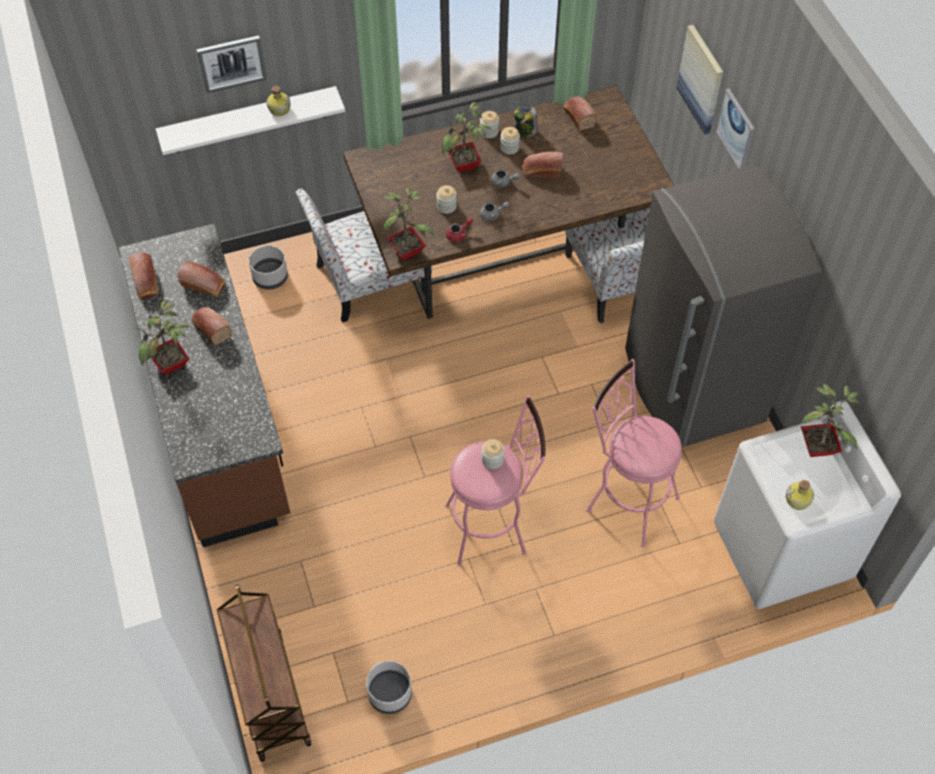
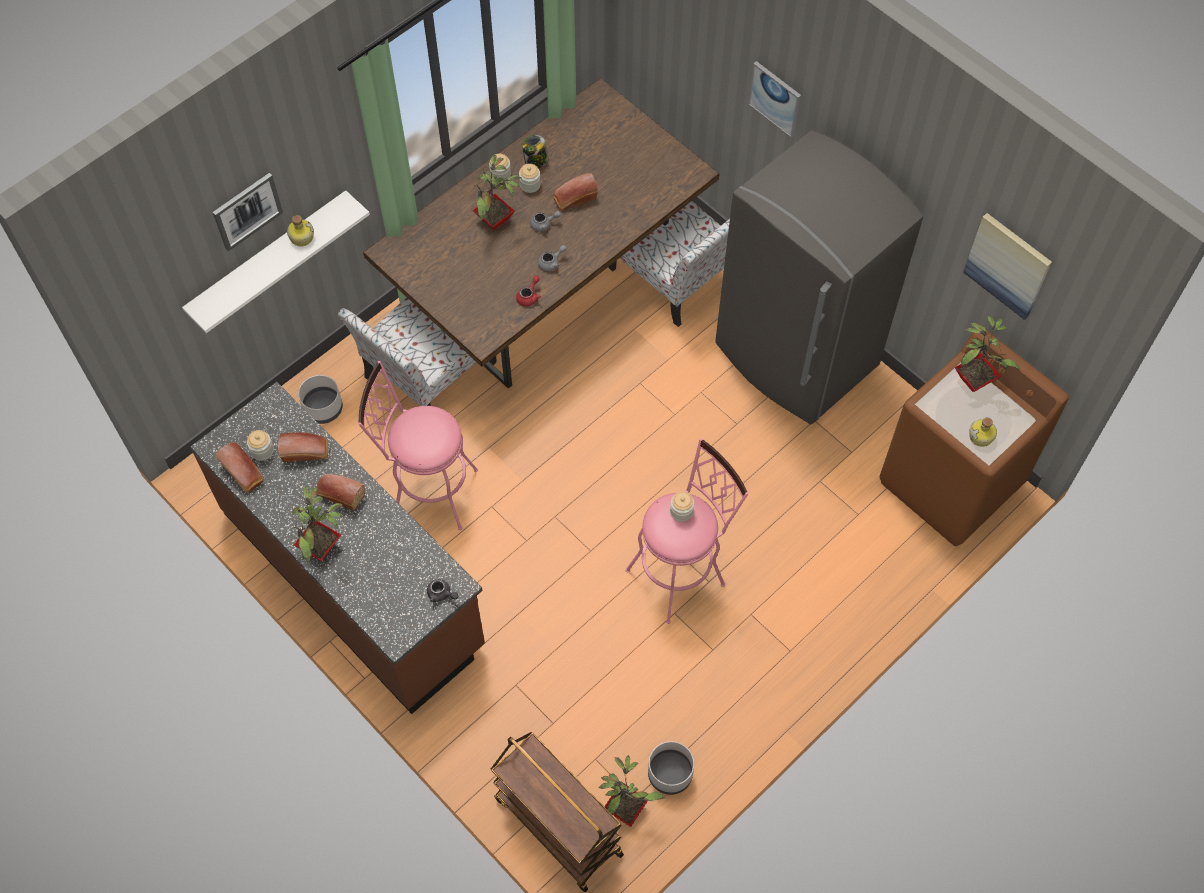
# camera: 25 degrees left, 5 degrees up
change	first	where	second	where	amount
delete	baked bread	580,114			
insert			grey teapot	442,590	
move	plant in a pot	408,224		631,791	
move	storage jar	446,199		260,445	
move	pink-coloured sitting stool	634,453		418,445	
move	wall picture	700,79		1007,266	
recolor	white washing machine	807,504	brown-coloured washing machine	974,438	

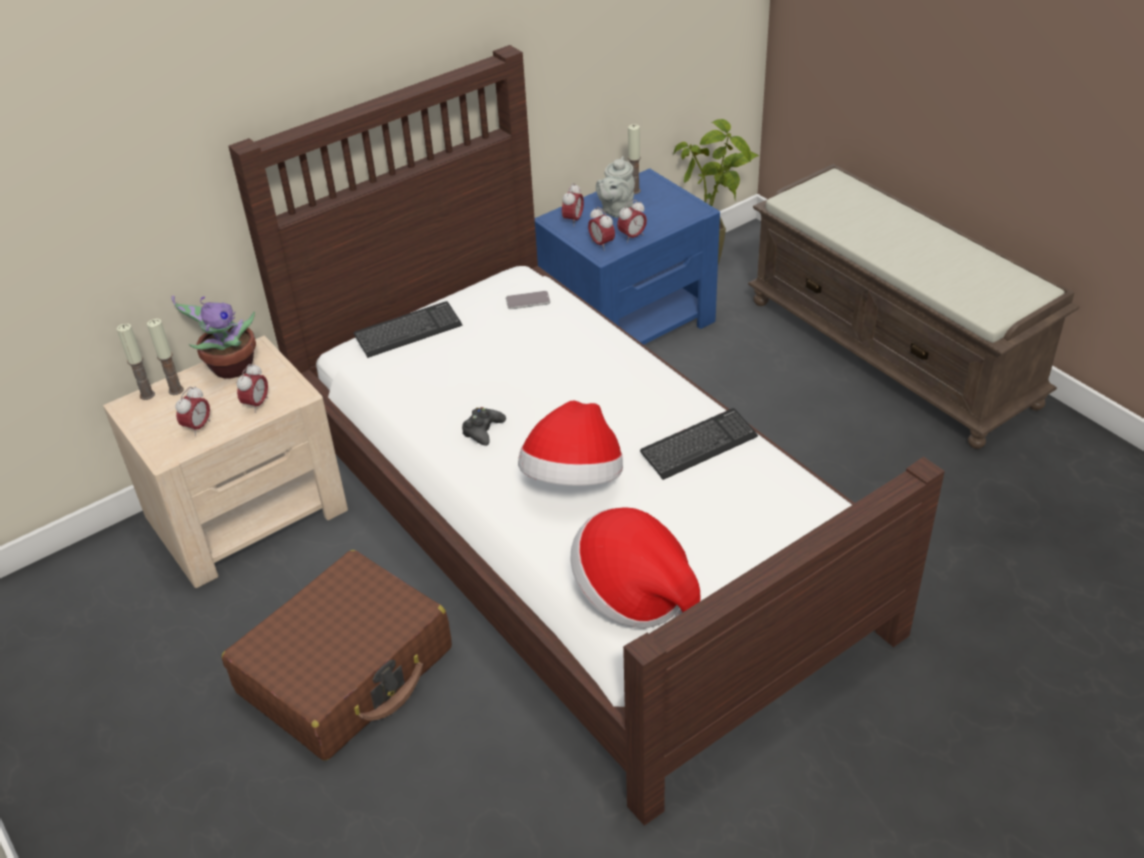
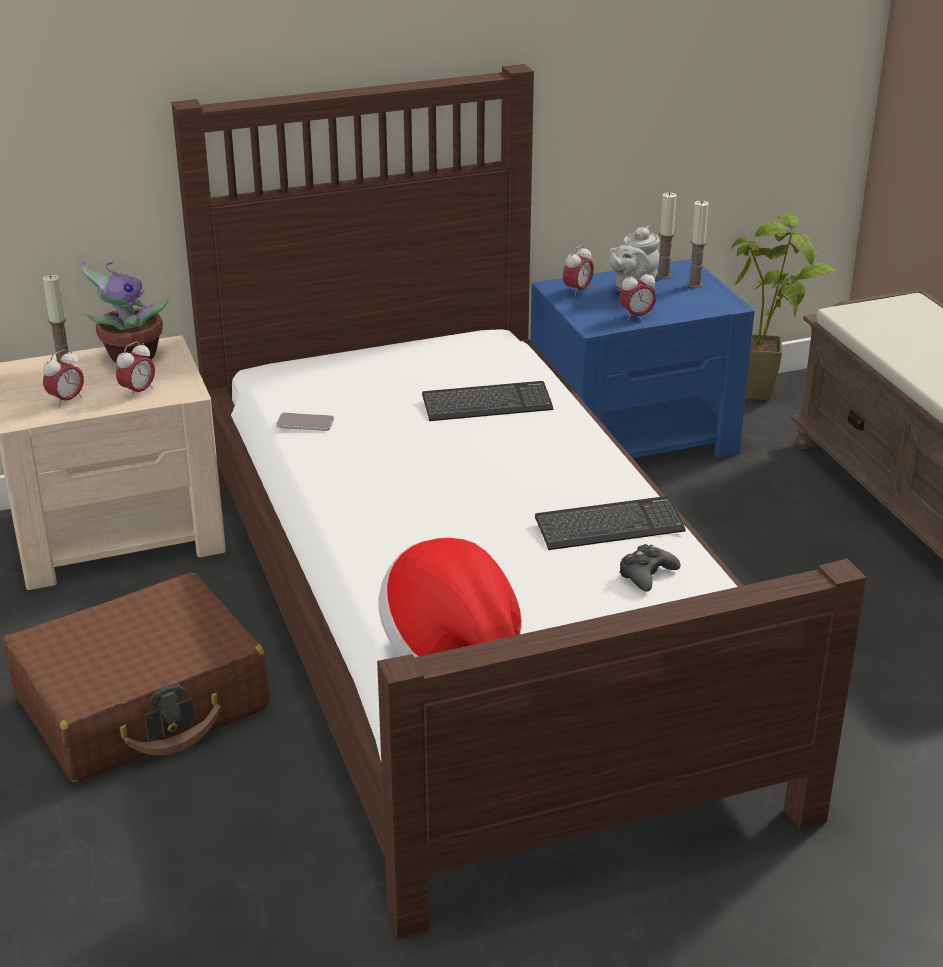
# camera: 15 degrees right, 10 degrees down
change	first	where	second	where	amount
delete	wearable hat	570,443			
delete	table clock	601,229			
move	candle	136,361		698,244	
move	computer keyboard	408,329		487,401	
move	black joypad	484,426		649,568	
move	phone	528,300		305,422	

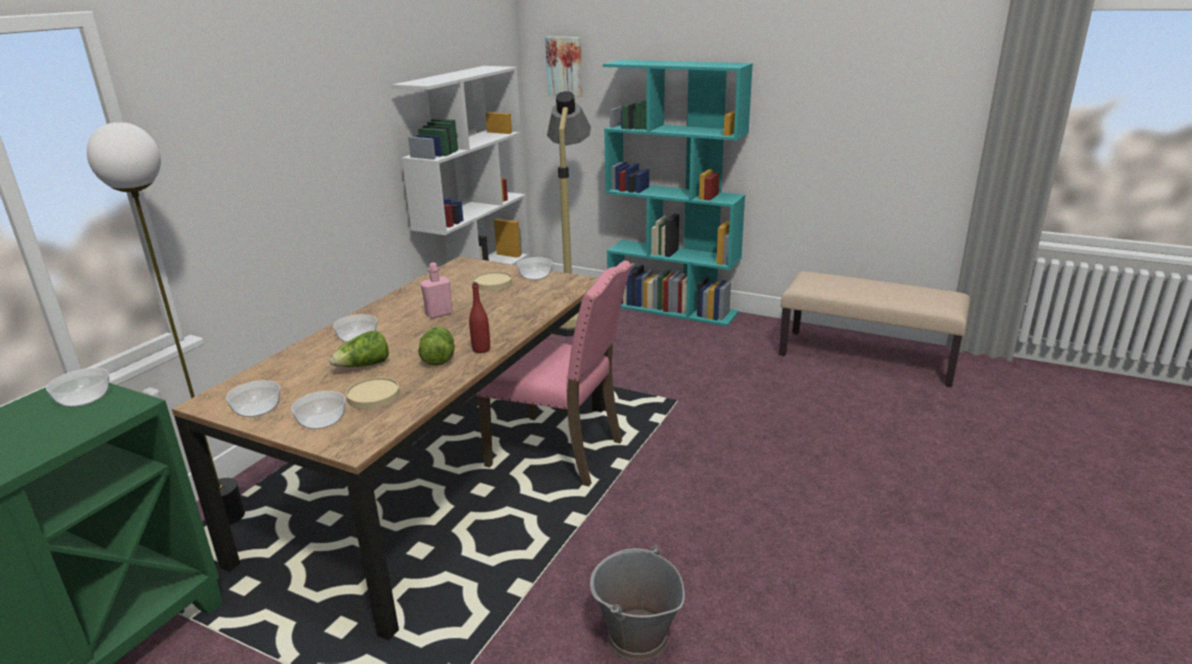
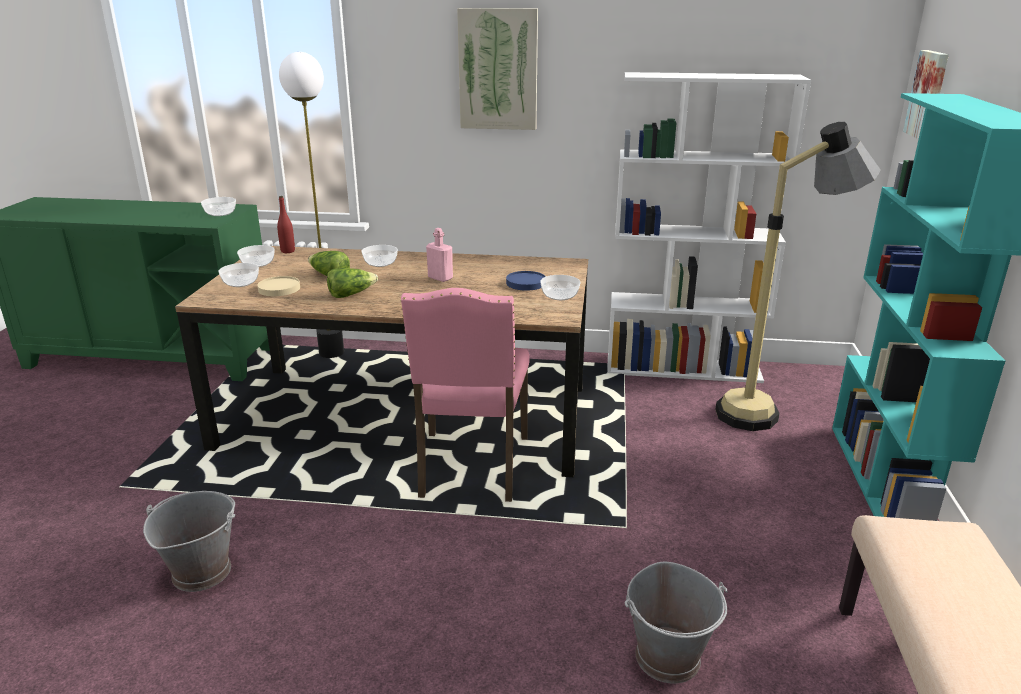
# camera: 70 degrees right, 0 degrees up
change	first	where	second	where	amount
insert			wall picture	497,69	
insert			grey water bucket	676,622	
move	red drink bottle	479,317		286,224	
recolor	beige-coloured plate	493,281	blue-coloured plate	526,281	

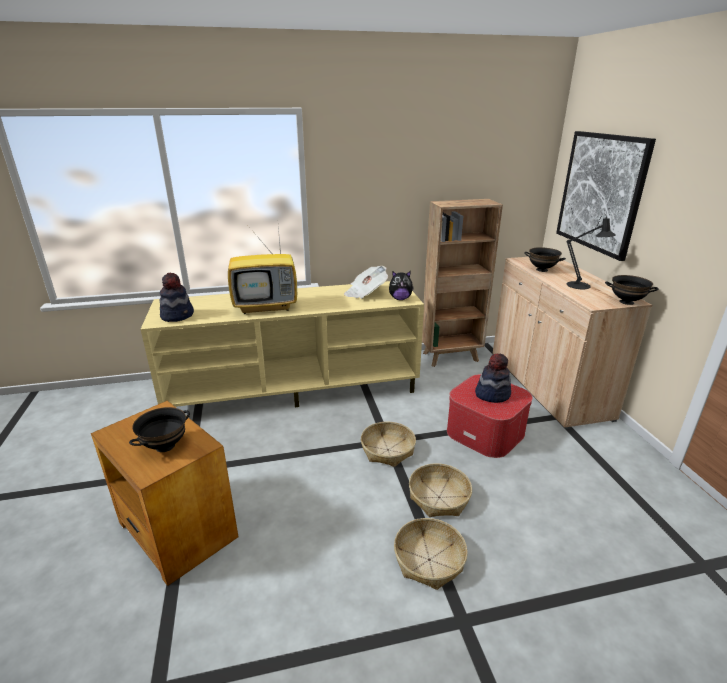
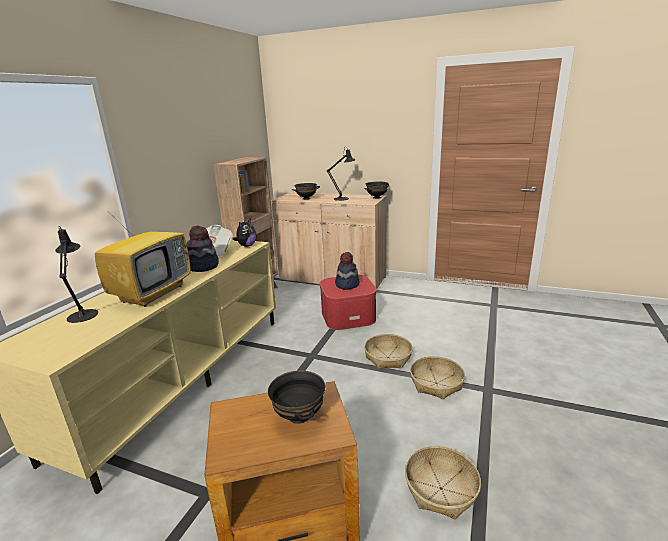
# camera: 55 degrees left, 5 degrees down
change	first	where	second	where	amount
delete	wall picture	606,196			
insert			black tabletop lamp	76,274	
move	wearable hat	177,297		203,248	
move	basket	388,444		443,482	

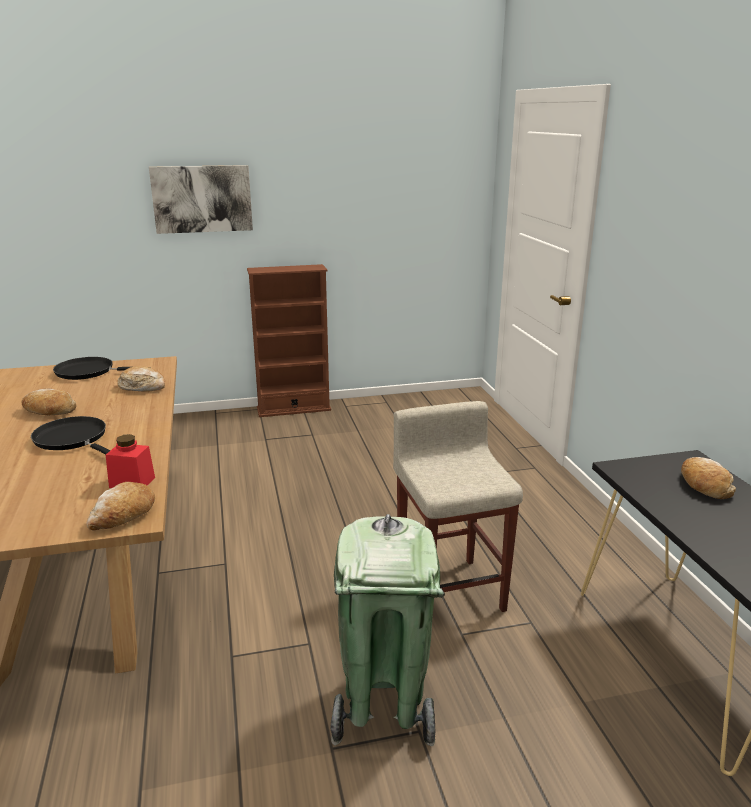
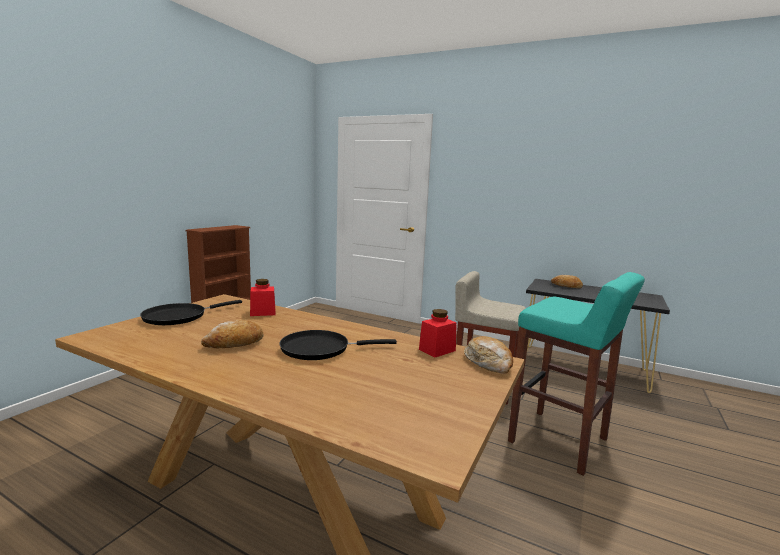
# camera: 50 degrees left, 10 degrees down
change	first	where	second	where	amount
delete	wall picture	201,199			
replace	baked bread	141,378	red storage jar	262,297	
replace	green-coloured rubbish bin	387,630	turquoise-coloured sitting stool	576,374	

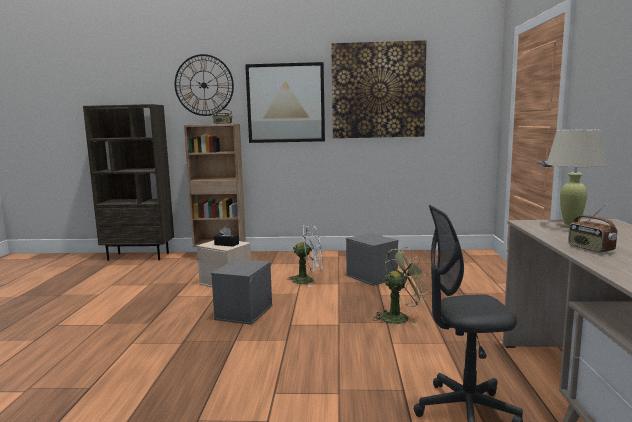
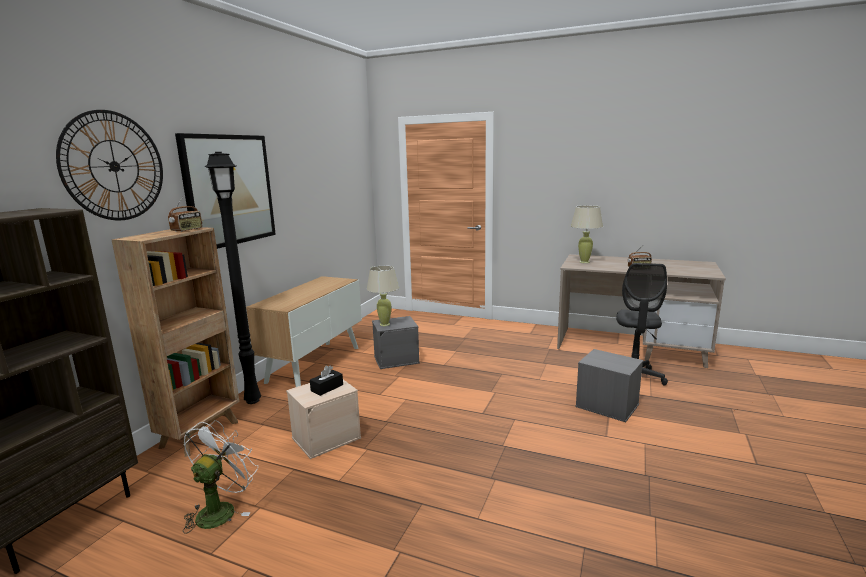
# camera: 70 degrees left, 5 degrees up
change	first	where	second	where	amount
delete	wall picture	378,89			
delete	green-coloured fan	401,286			
insert			black floor lamp	233,278	
insert			storage cabinet	304,331	
insert			beige-coloured tabletop lamp	383,295	
move	grey storage bin	241,292		609,385	
move	white fan	305,255		220,477	

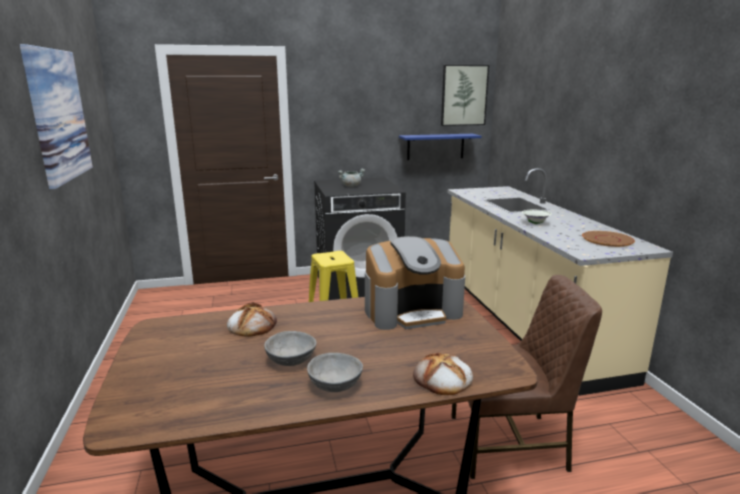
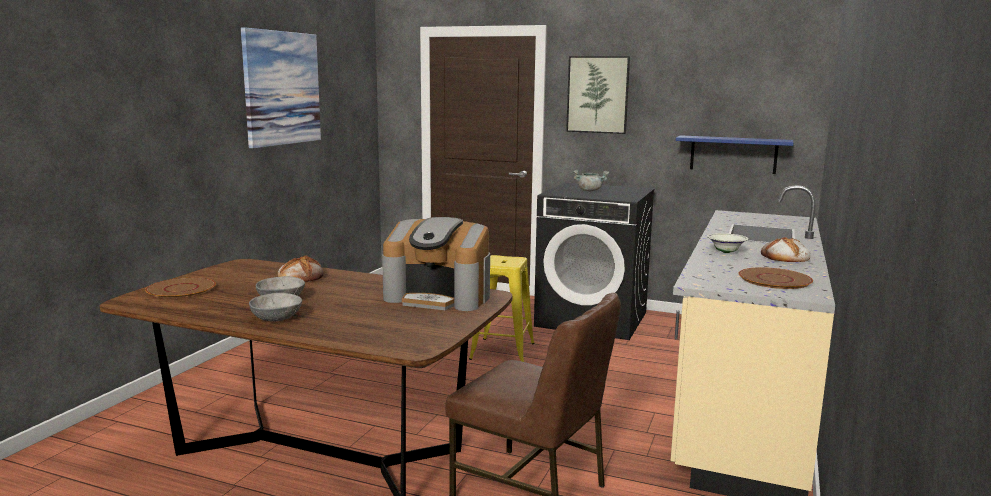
# camera: 35 degrees right, 5 degrees down
change	first	where	second	where	amount
insert			brown-coloured plate	180,287	
move	baked bread	443,374		785,249	
move	wall picture	465,95		598,95	

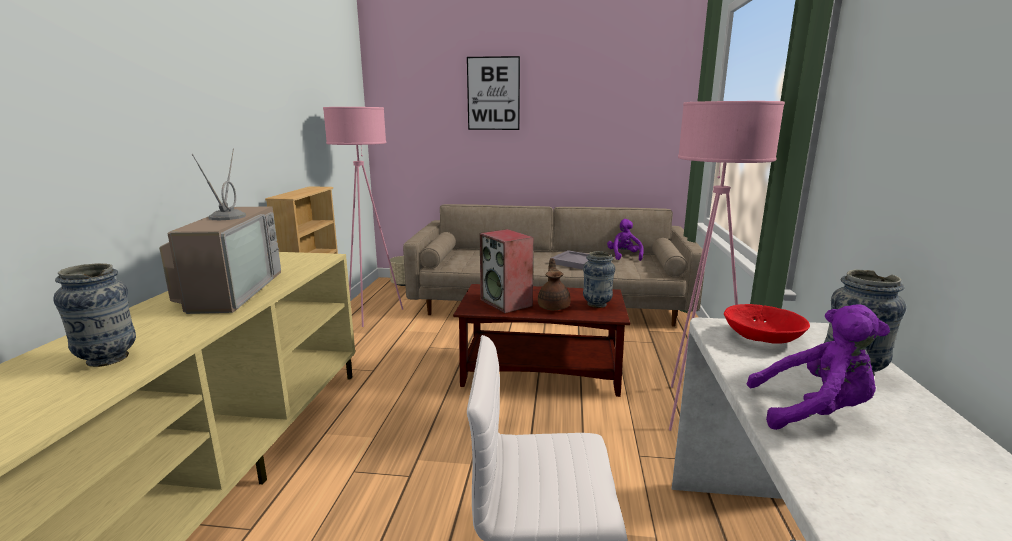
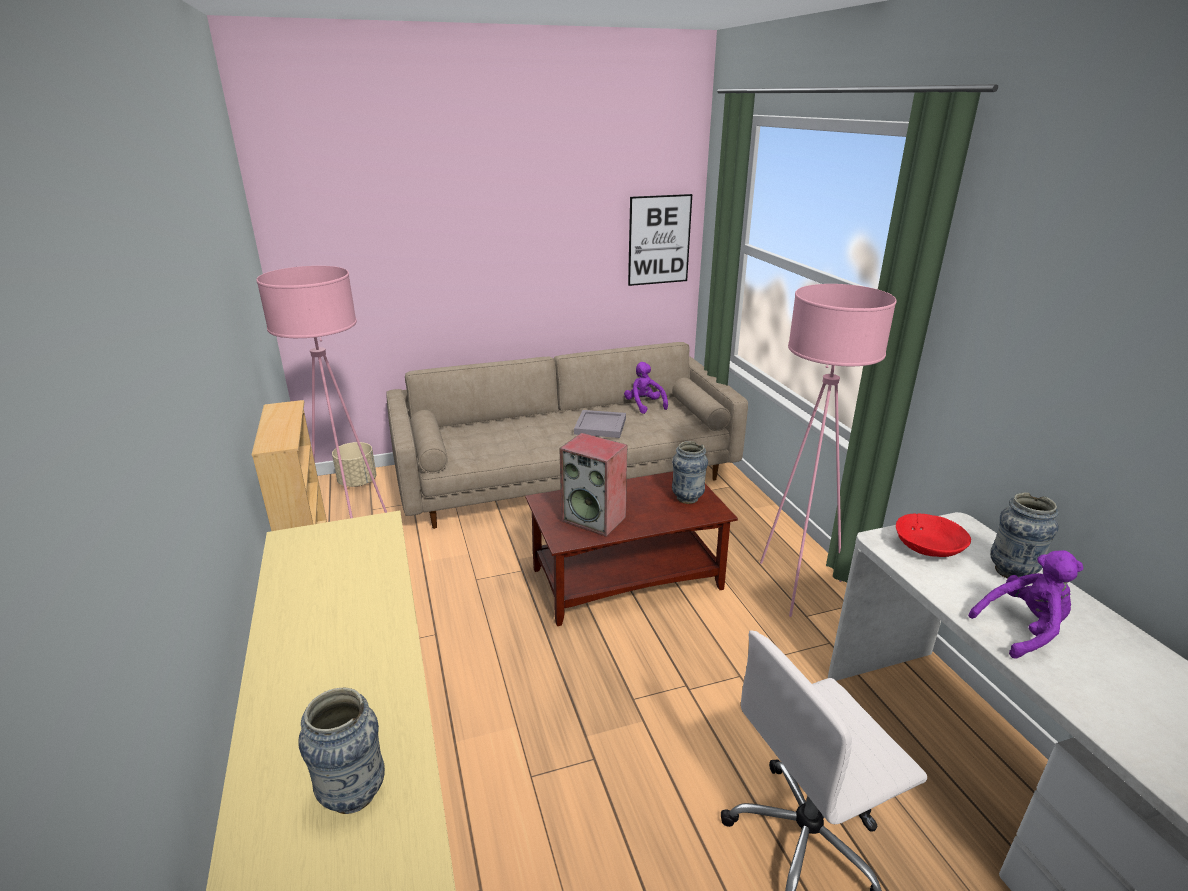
# camera: 25 degrees left, 10 degrees up
change	first	where	second	where	amount
delete	TV	220,231			
delete	brown-coloured teapot	554,284			
move	wall picture	493,93		660,240	

